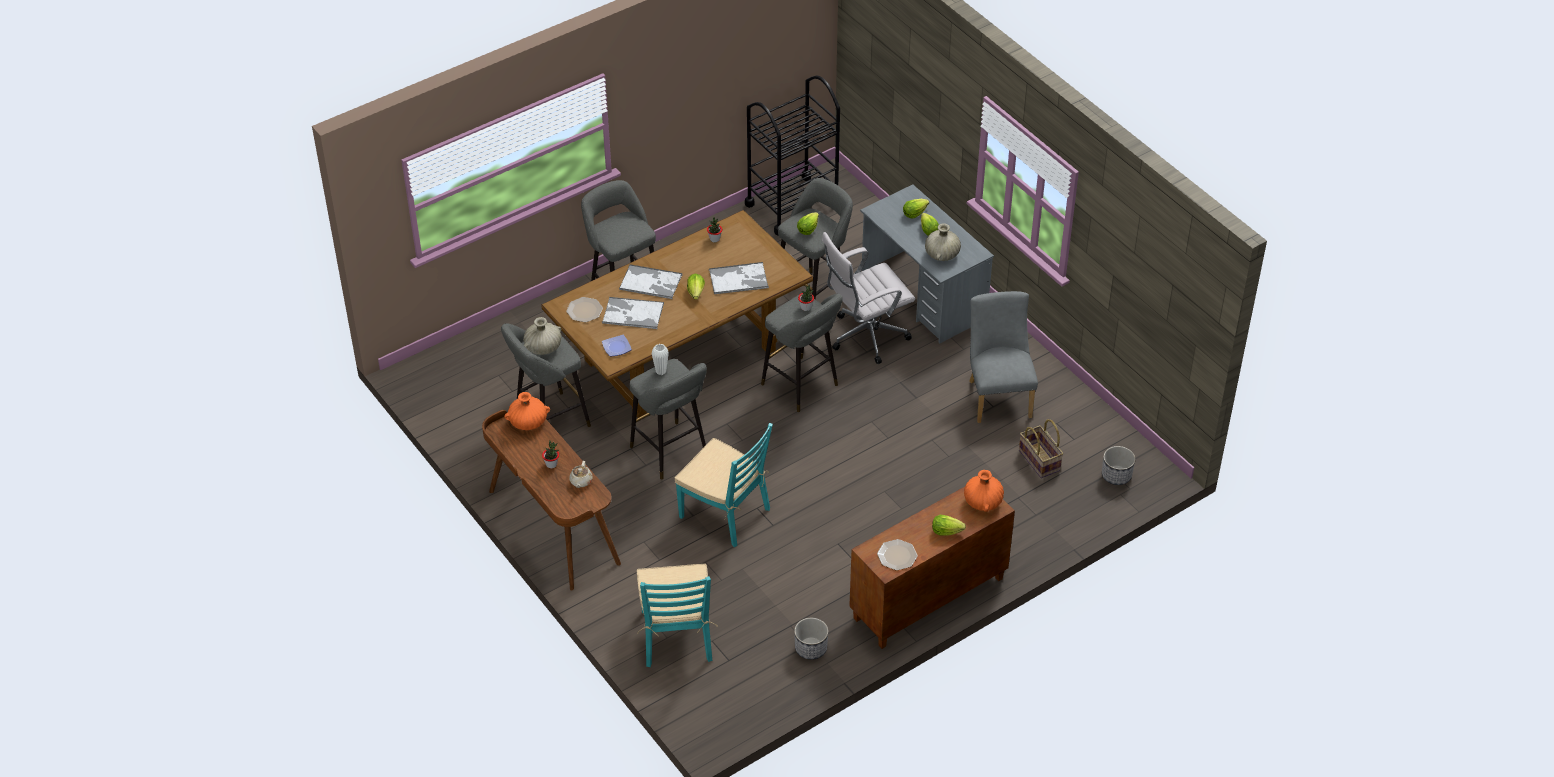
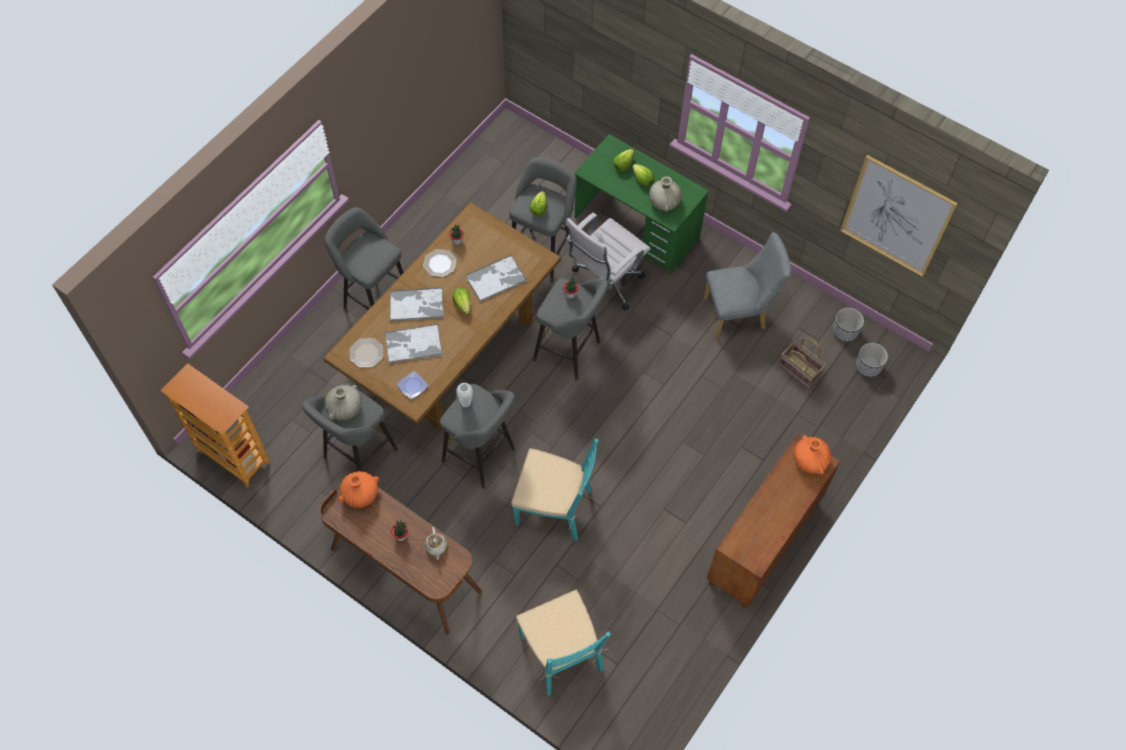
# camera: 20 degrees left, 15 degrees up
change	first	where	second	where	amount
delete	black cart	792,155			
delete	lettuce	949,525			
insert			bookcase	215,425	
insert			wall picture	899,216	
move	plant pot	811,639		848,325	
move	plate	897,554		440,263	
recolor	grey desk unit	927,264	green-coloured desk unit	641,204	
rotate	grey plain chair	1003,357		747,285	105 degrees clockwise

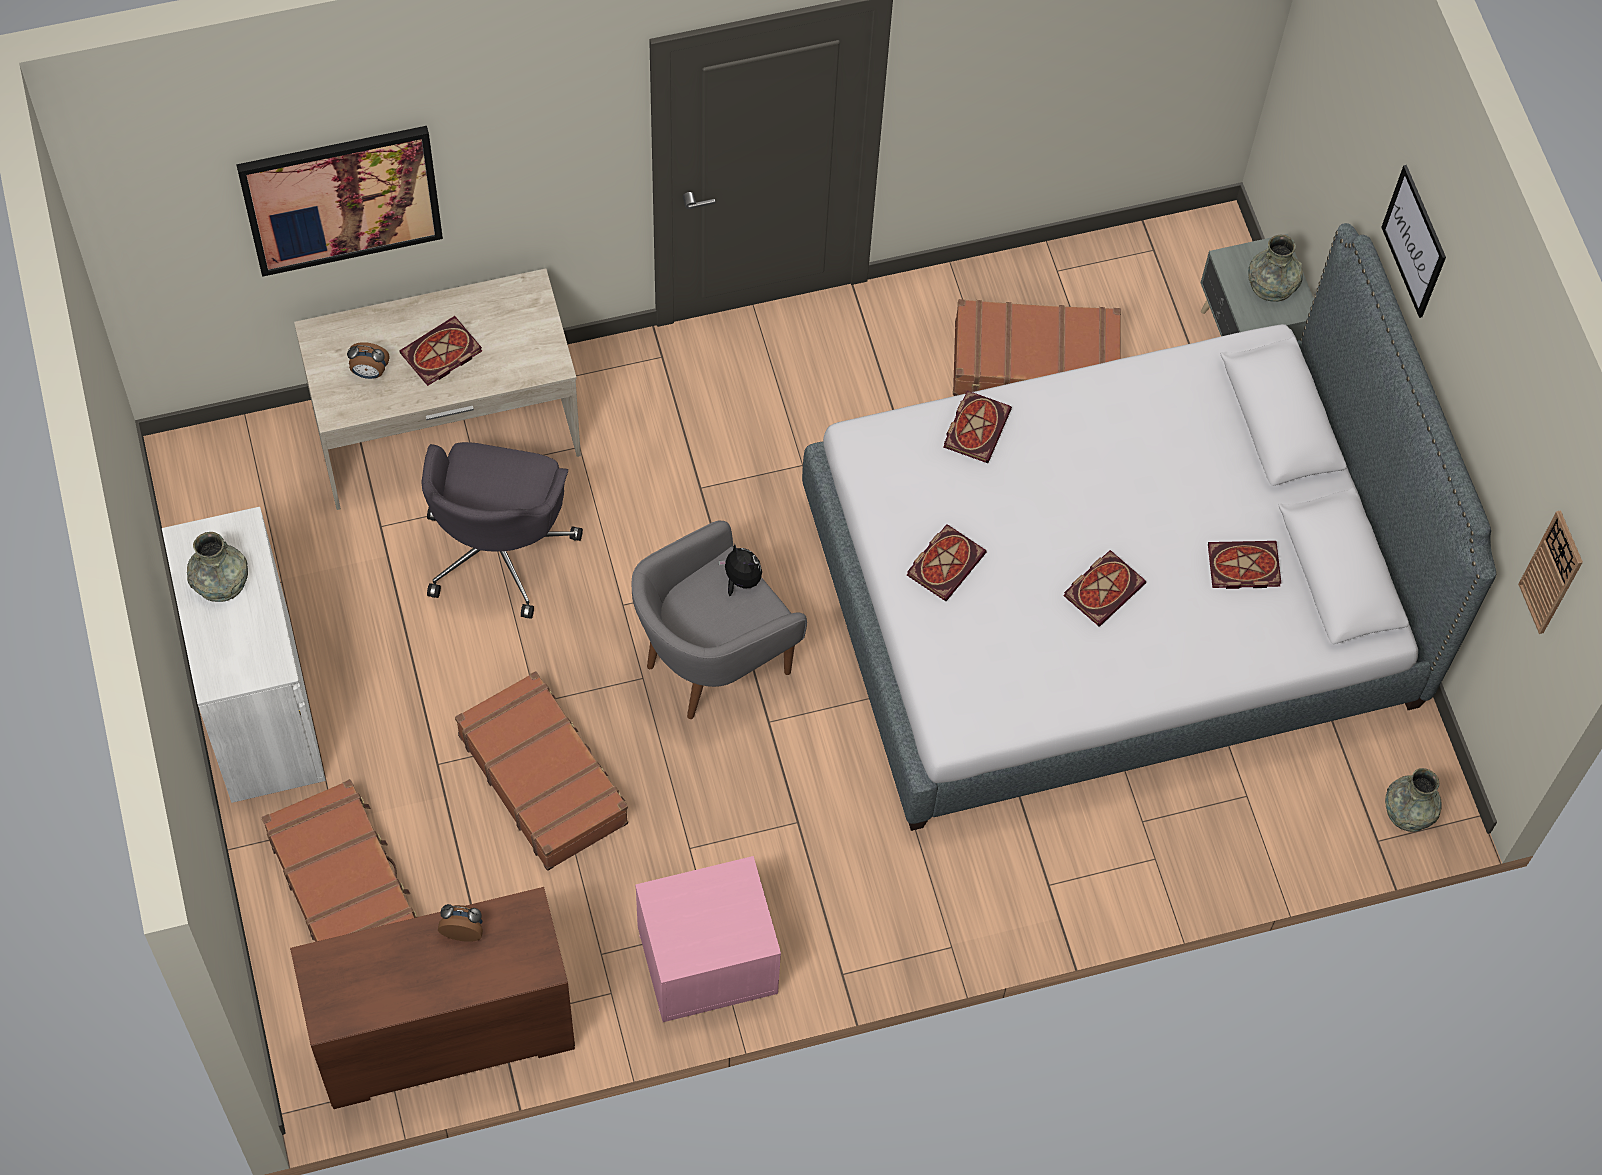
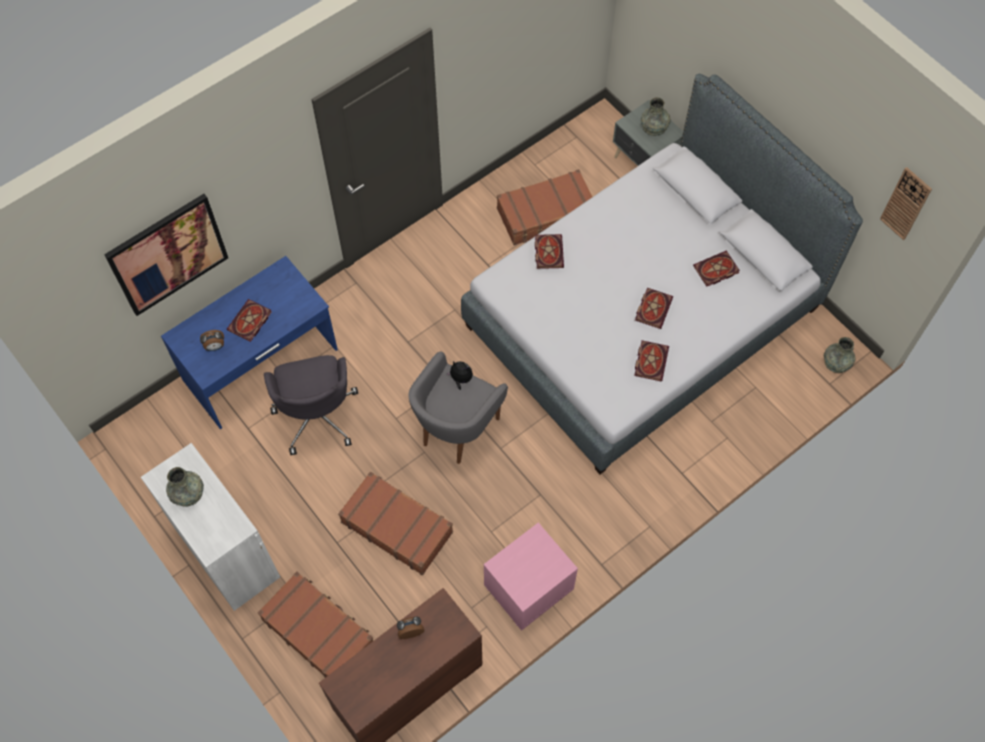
# camera: 20 degrees left, 0 degrees up
change	first	where	second	where	amount
delete	wall picture	1413,241			
move	volume	947,562		651,361	
recolor	beige-coloured desk unit	437,389	blue-coloured desk unit	249,342	

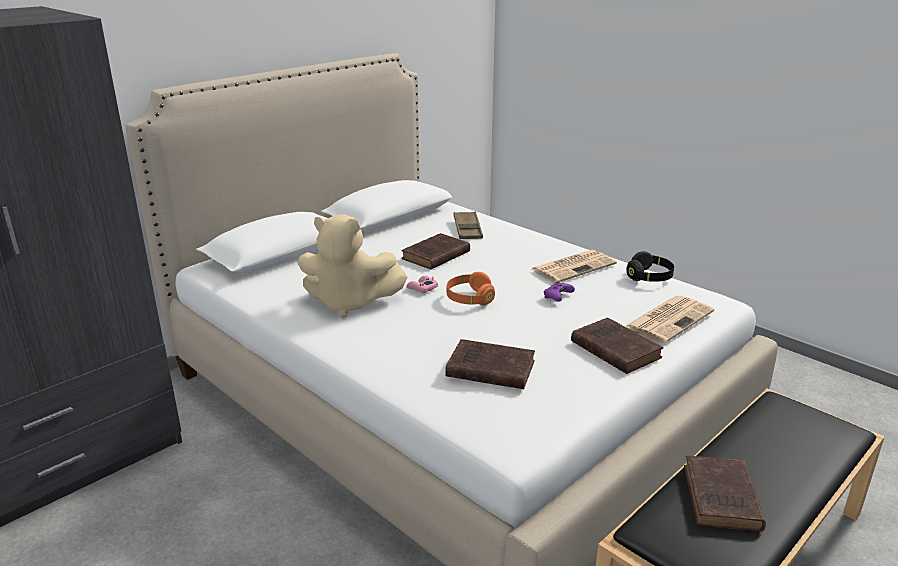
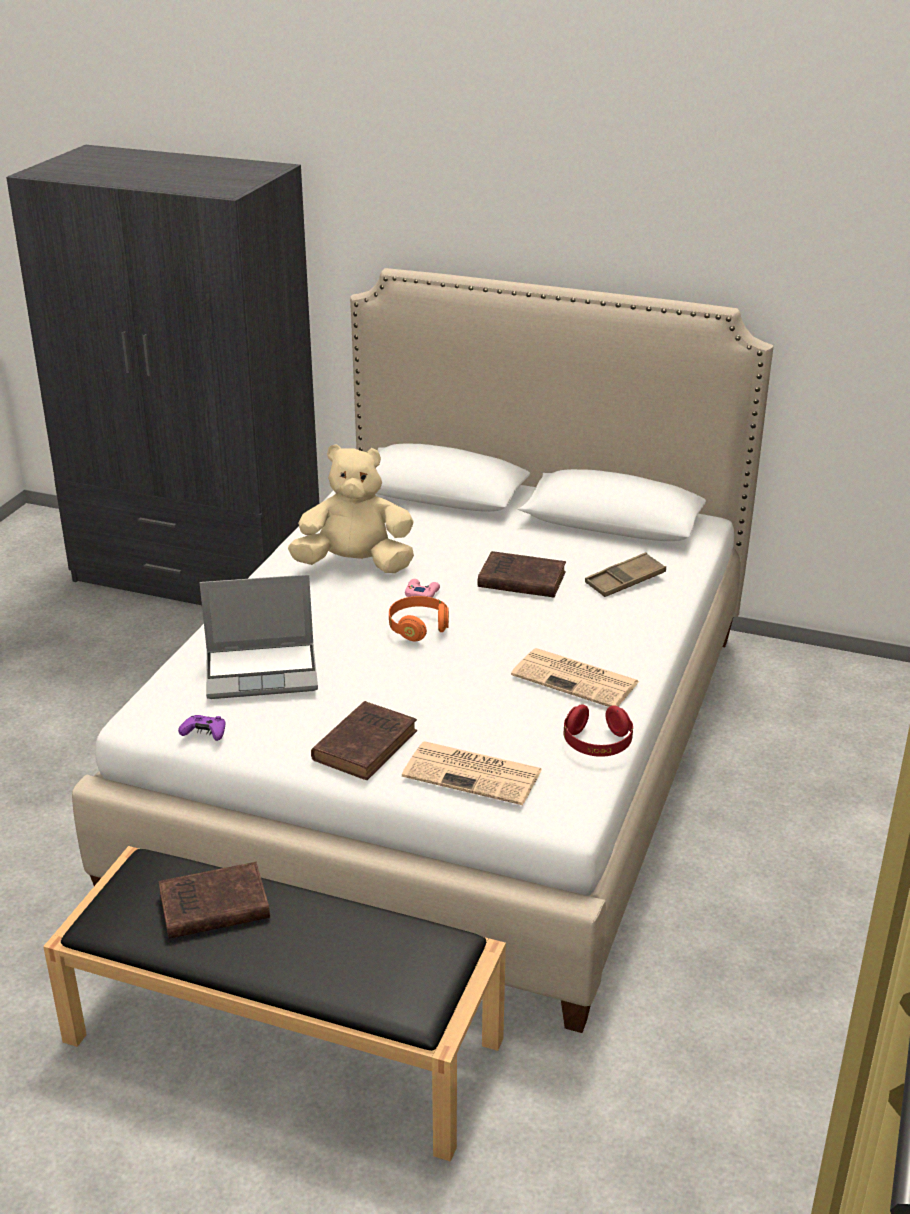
# camera: 65 degrees right, 5 degrees up
change	first	where	second	where	amount
move	purple-coloured joypad	559,291		201,728	
replace	brown-coloured volume	490,364	portable computer	258,636	
recolor	black headset	650,266	red headset	598,730	
rotate	beige-coloured plush toy	352,266		351,508	105 degrees clockwise

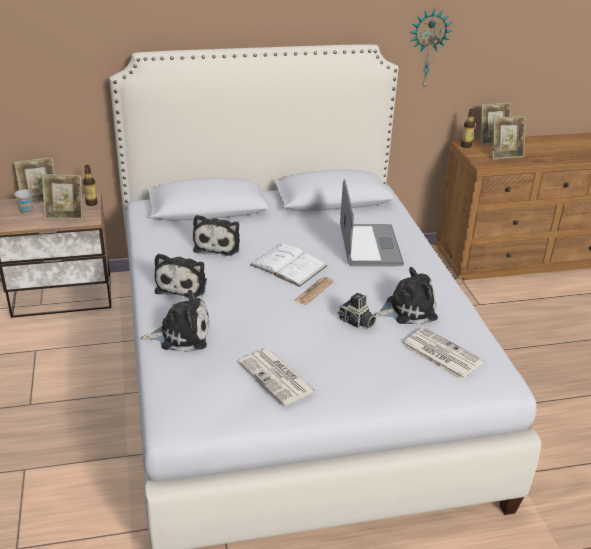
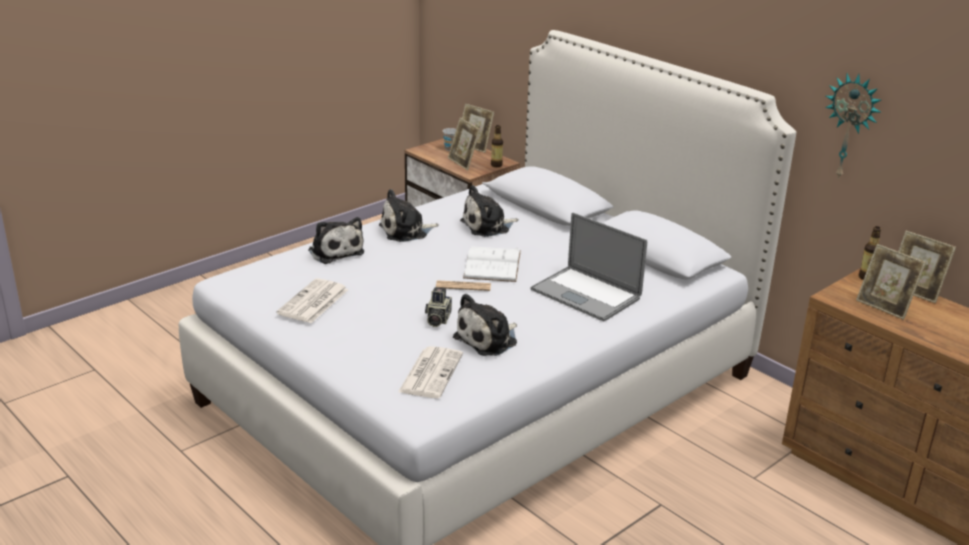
# camera: 60 degrees right, 5 degrees down
change	first	where	second	where	amount
rotate	portable computer	372,222		588,267	75 degrees clockwise
rotate	plush toy	405,296		485,324	90 degrees clockwise

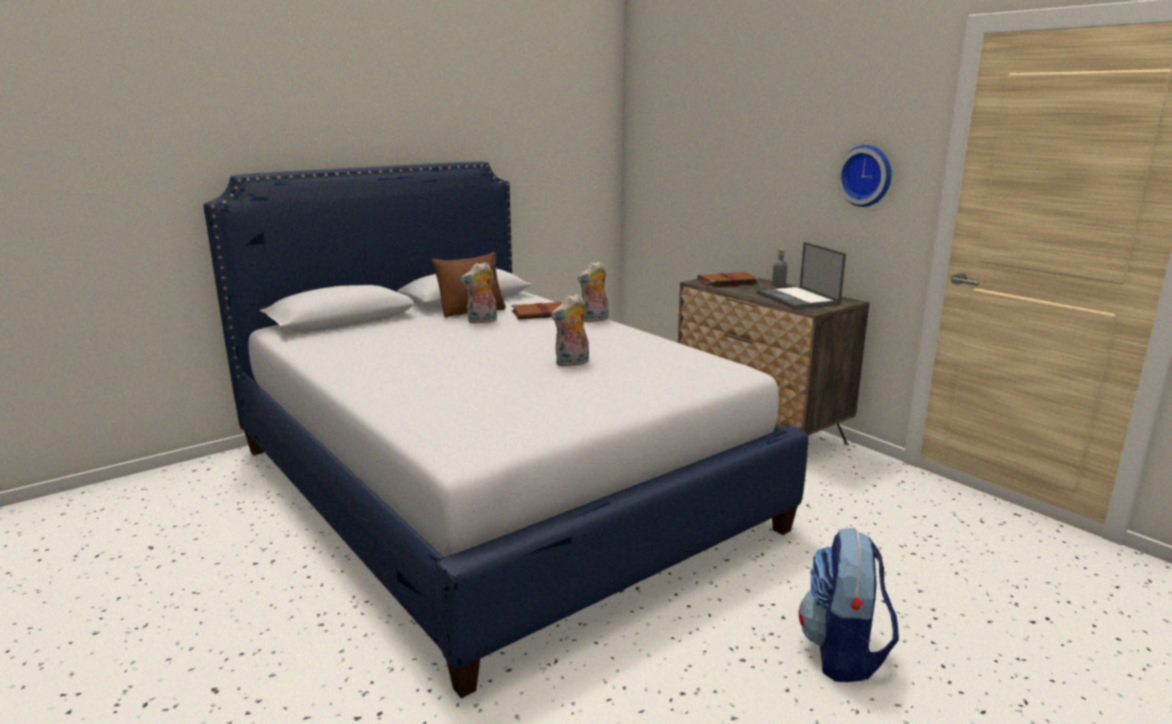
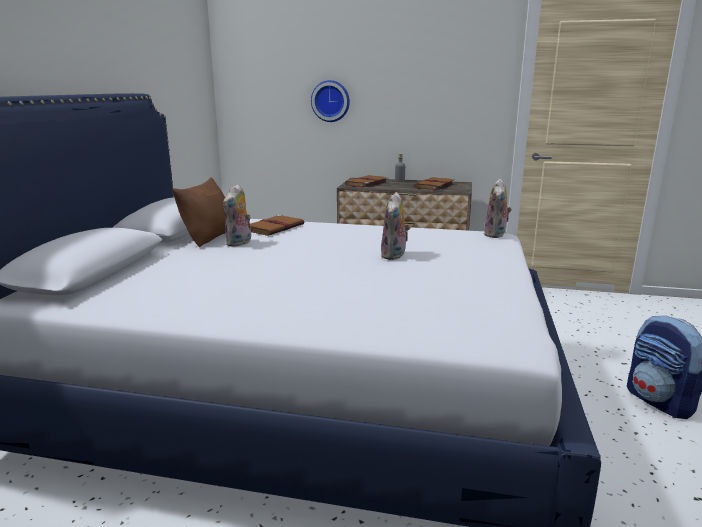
# camera: 40 degrees left, 0 degrees up
change	first	where	second	where	amount
move	plush toy	593,292		498,208	
move	clock on the wall	864,176		330,101	
replace	portable computer	801,275	brown-coloured volume	434,184	

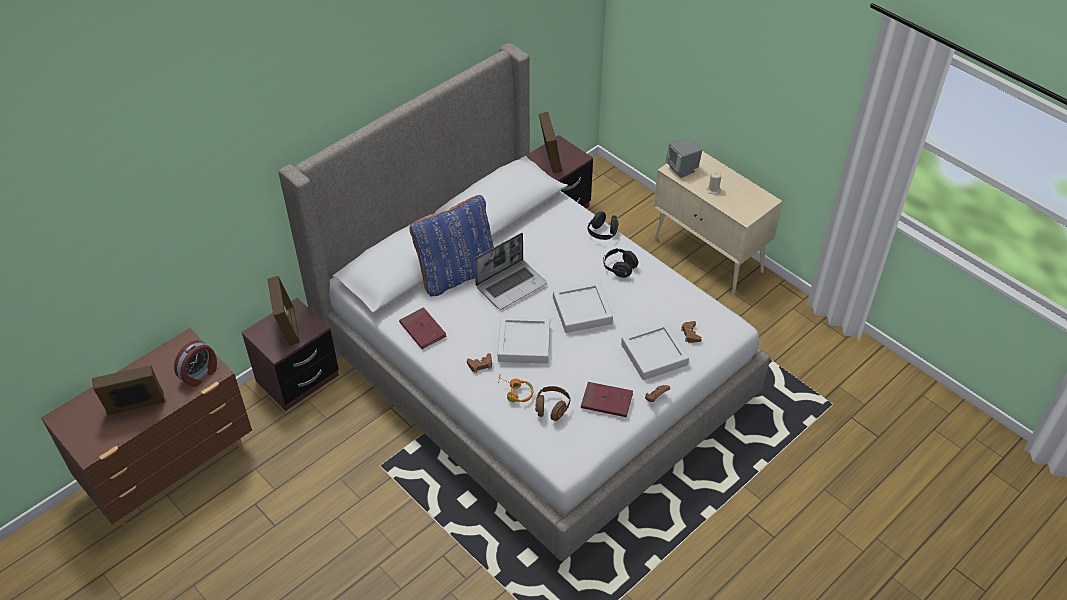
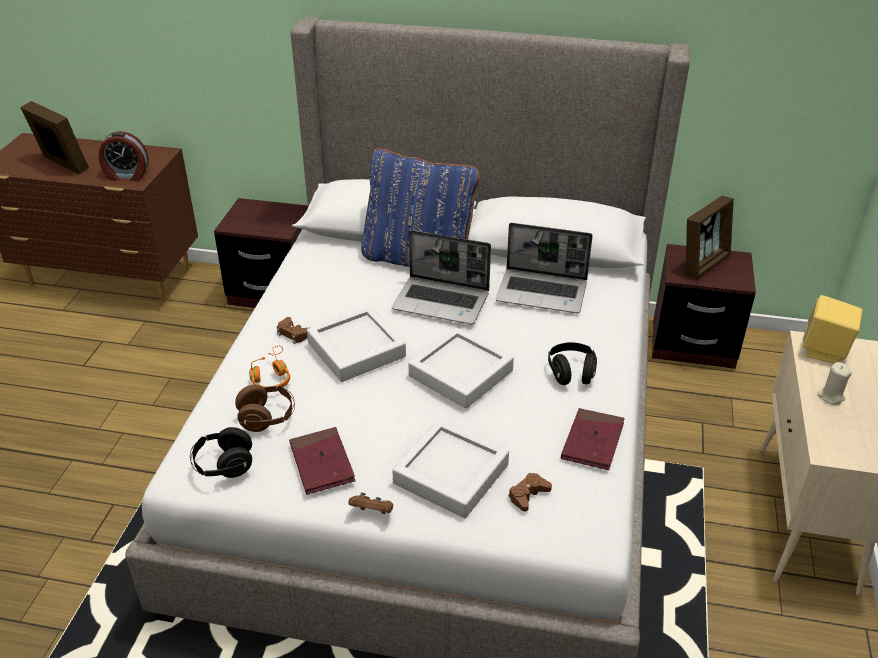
# camera: 55 degrees right, 10 degrees down
change	first	where	second	where	amount
delete	photo frame	284,311			
insert			portable computer	544,268	
move	red volume	422,328		593,439	
move	black headset	603,225		221,452	
recolor	grey speaker	684,157	yellow speaker	832,329	

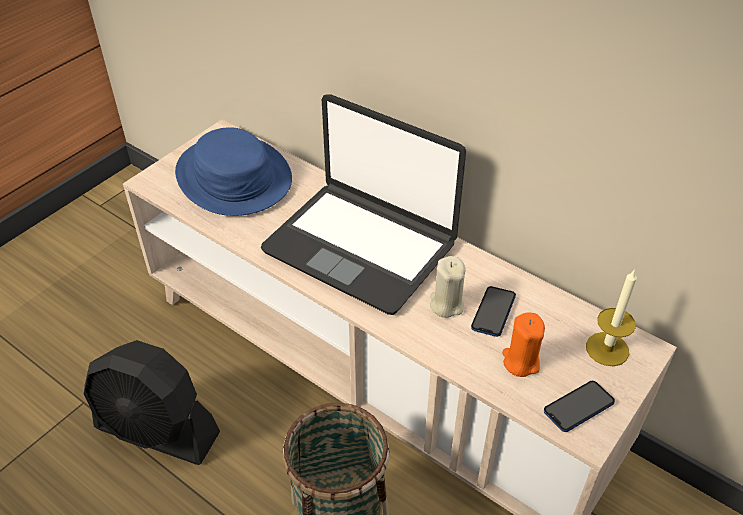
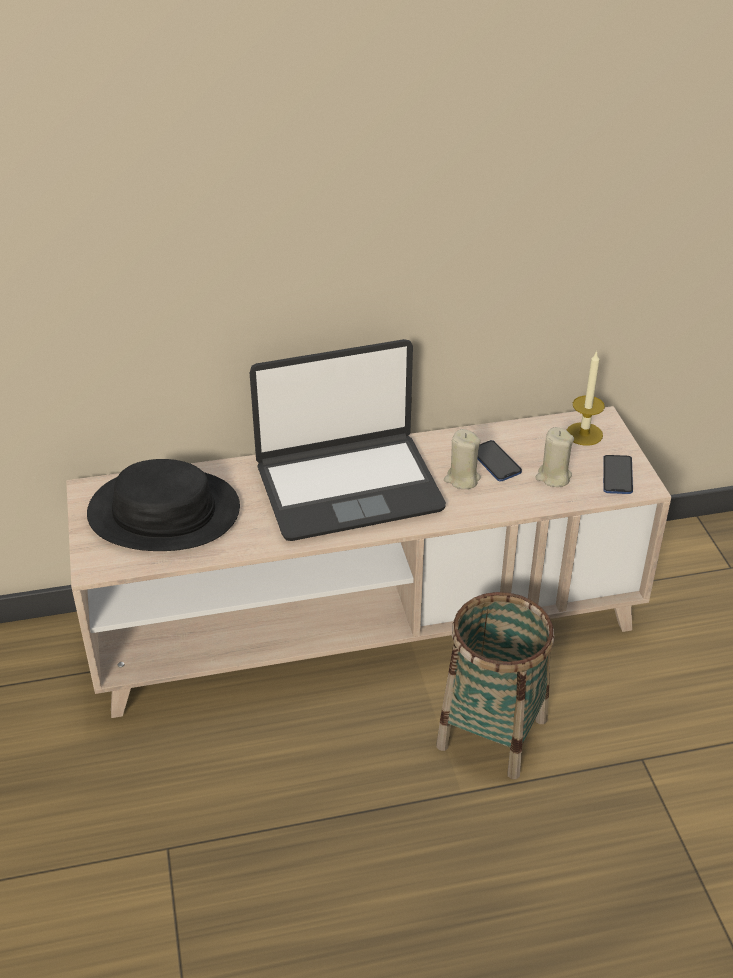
# camera: 50 degrees left, 5 degrees down
change	first	where	second	where	amount
delete	black fan	152,402			
recolor	blue-coloured wearable hat	233,171	black wearable hat	163,505	
recolor	orange candle	523,344	beige-coloured candle	554,457	

